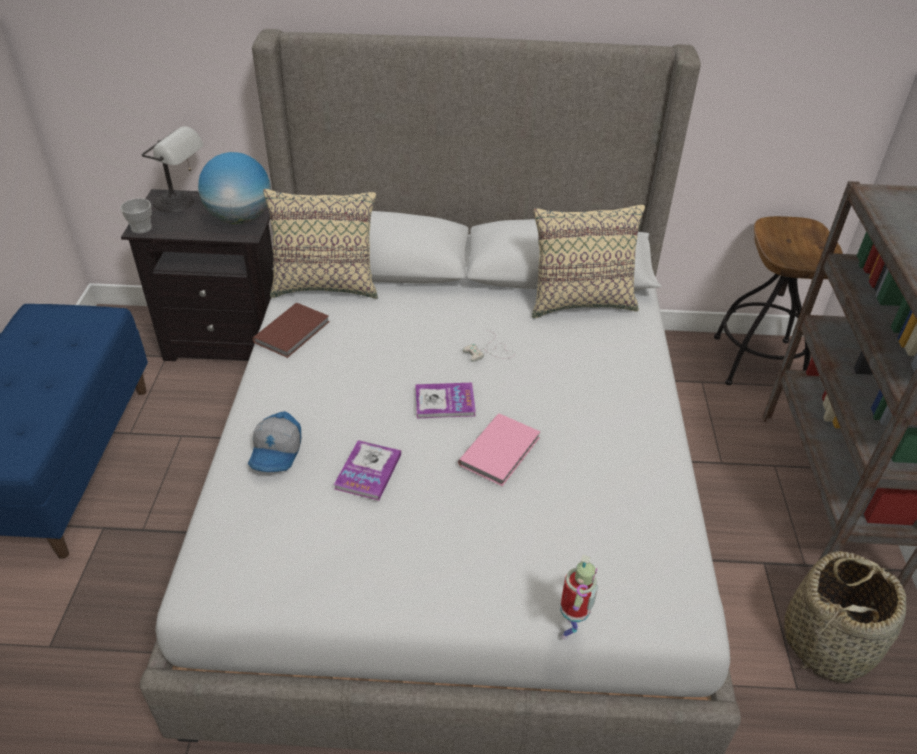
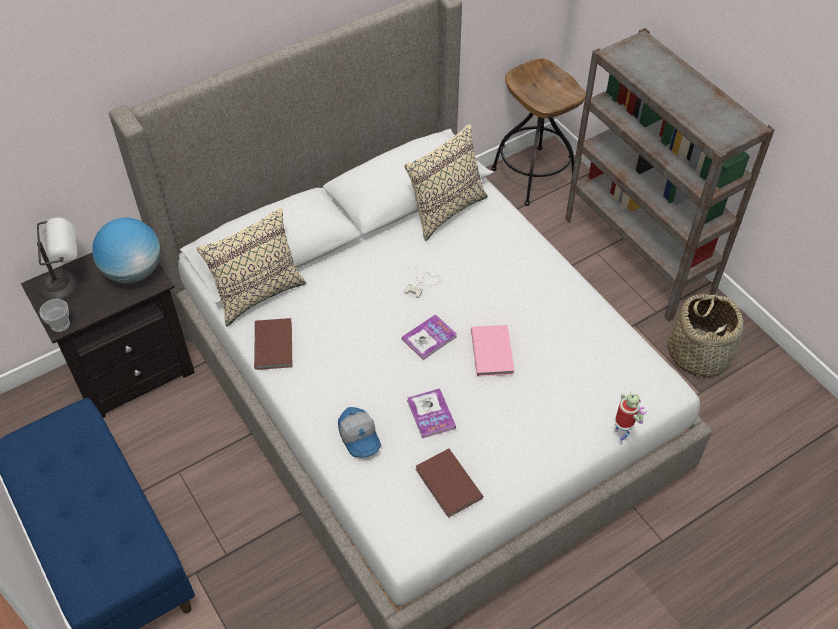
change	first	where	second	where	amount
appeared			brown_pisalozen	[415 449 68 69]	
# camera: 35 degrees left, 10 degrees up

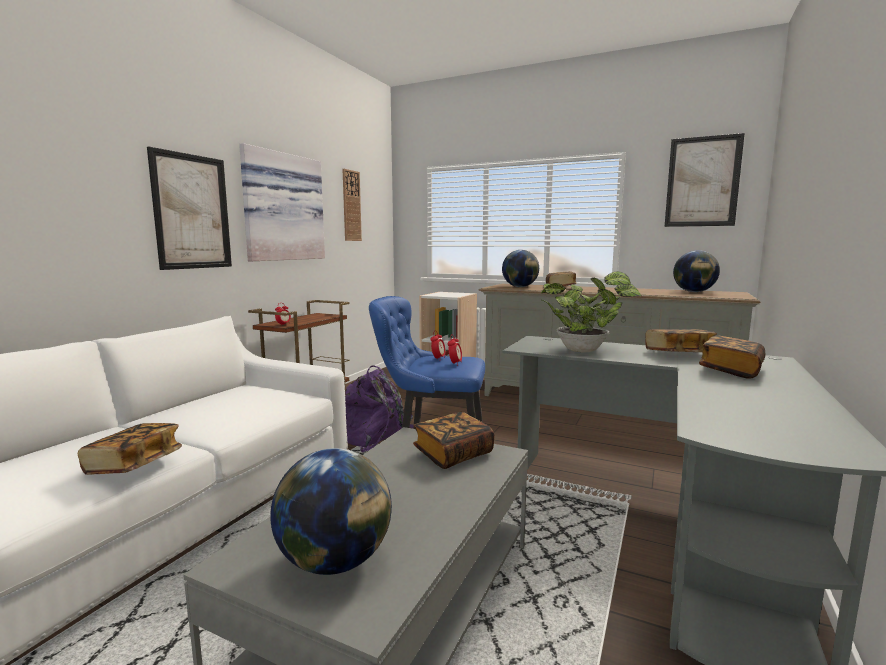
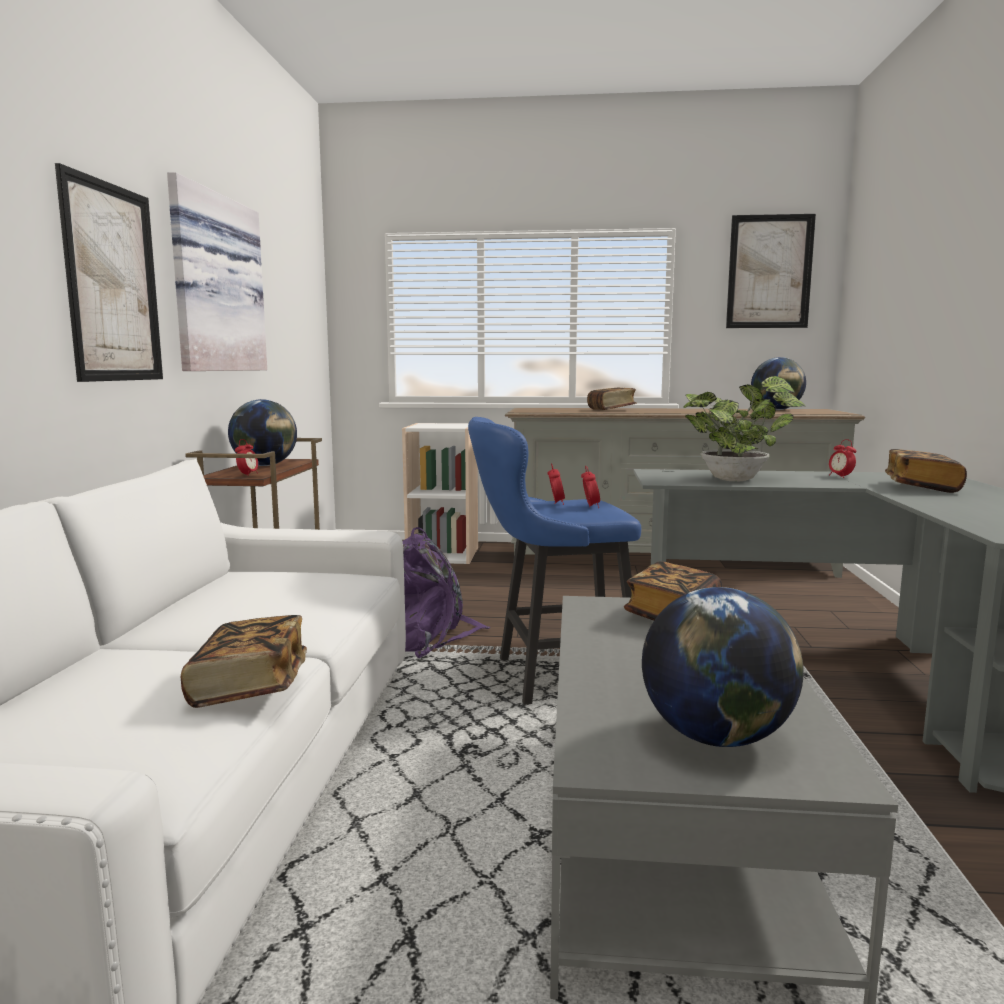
change	first	where	second	where	amount
relocated	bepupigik	[502 250 37 37]		[228 399 69 67]	
exchanged	pisalozen	[645 329 72 23]	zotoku	[829 439 28 39]	
missing	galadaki	[343 169 19 72]			
# camera: 20 degrees left, 0 degrees up

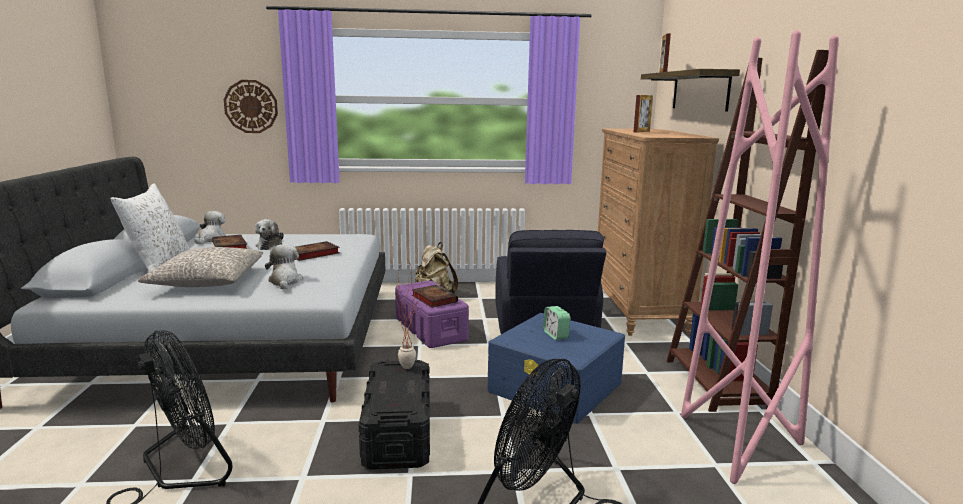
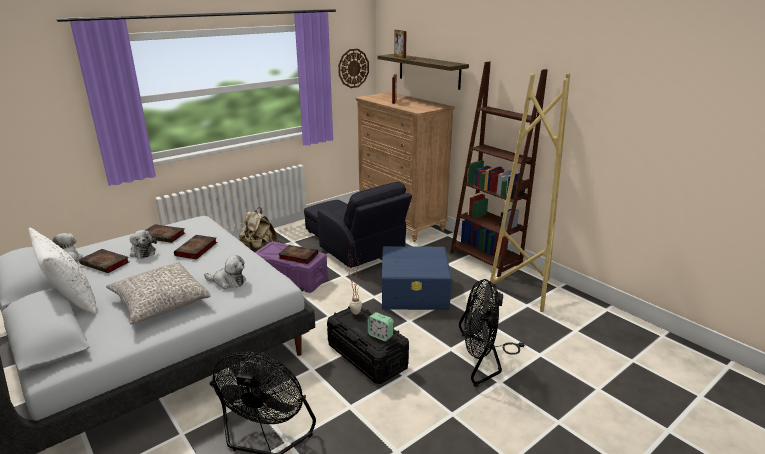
change	first	where	second	where	amount
appeared			pisalozen	[146 224 39 19]	
spun	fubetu	[265 244 38 46]		[204 255 42 34]	150 degrees clockwise
relocated	galadaki	[224 80 54 53]		[338 49 31 39]	
relocated	zotoku	[543 306 27 34]		[368 312 26 29]	
colour	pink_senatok	[681 30 158 454]	yellow_senatok	[490 72 80 240]	
# camera: 35 degrees left, 10 degrees up

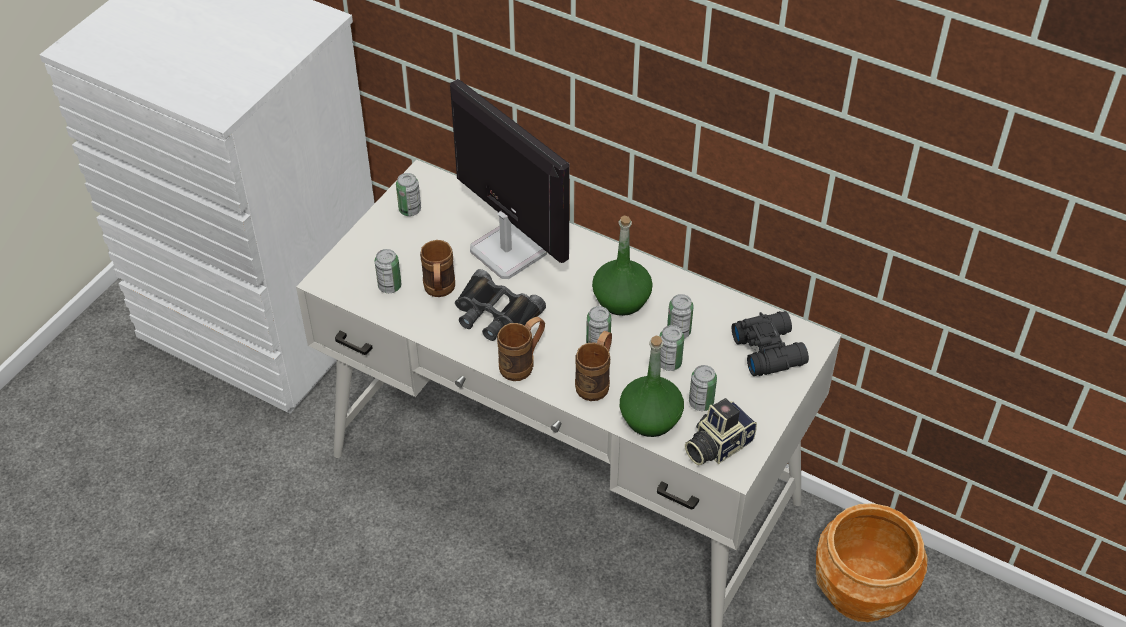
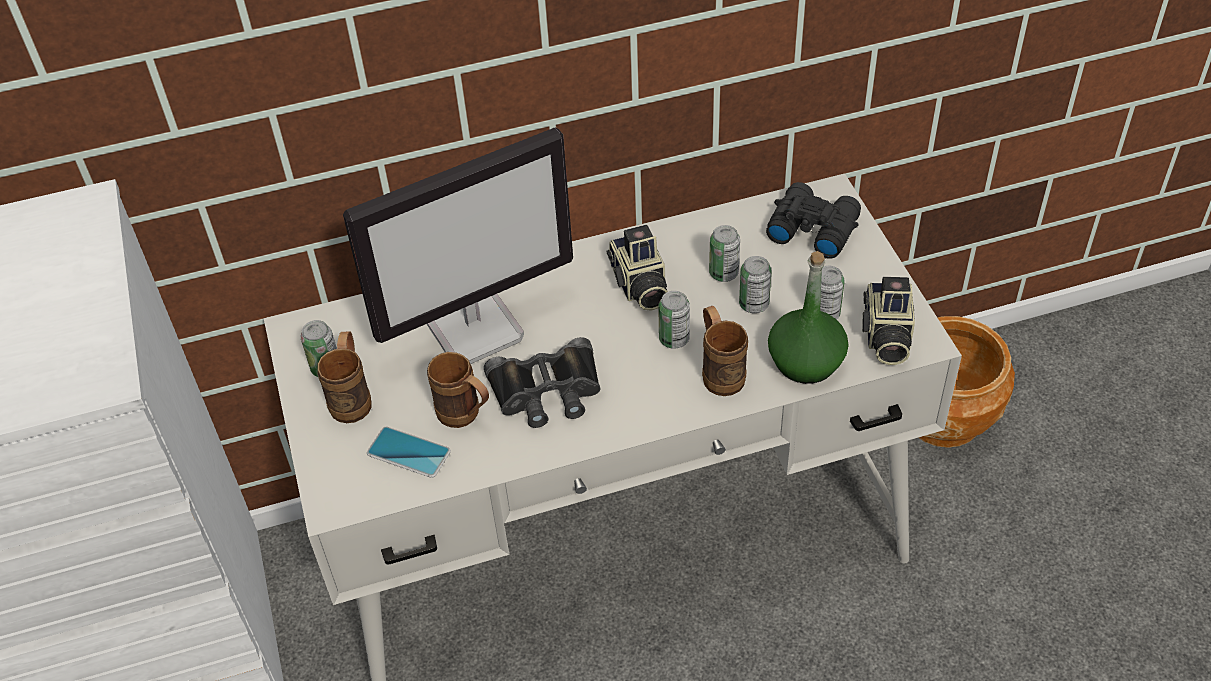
change	first	where	second	where	amount
relocated	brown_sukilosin	[497 317 48 64]		[317 331 55 92]	
spun	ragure	[450 79 120 200]		[343 128 230 236]	150 degrees clockwise
exchanged	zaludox	[375 249 26 44]	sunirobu	[367 427 84 51]	
exchanged	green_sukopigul	[592 215 61 101]	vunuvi	[607 225 61 86]	
# camera: 45 degrees left, 0 degrees up

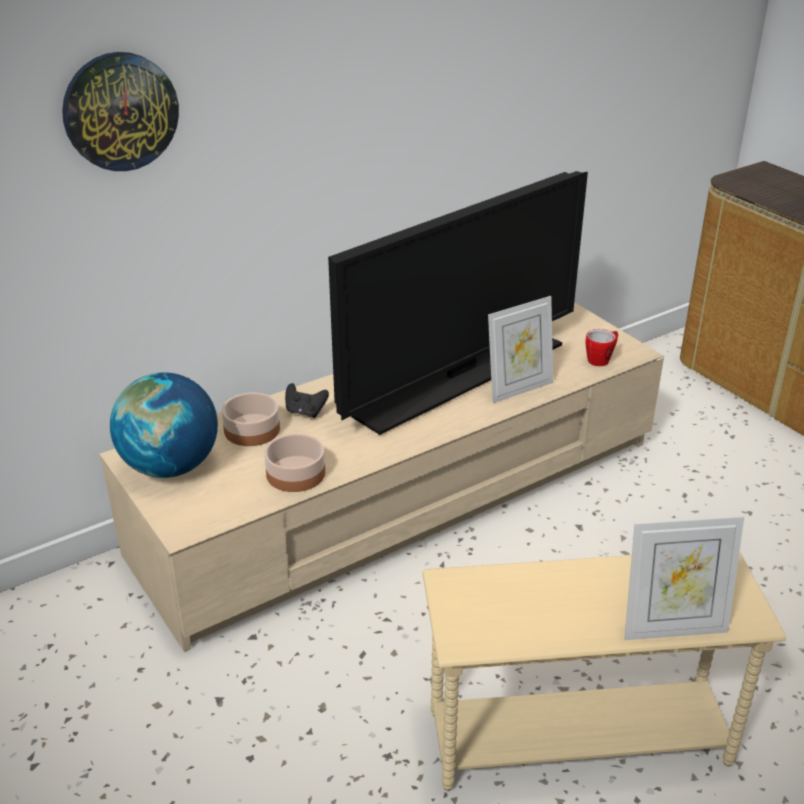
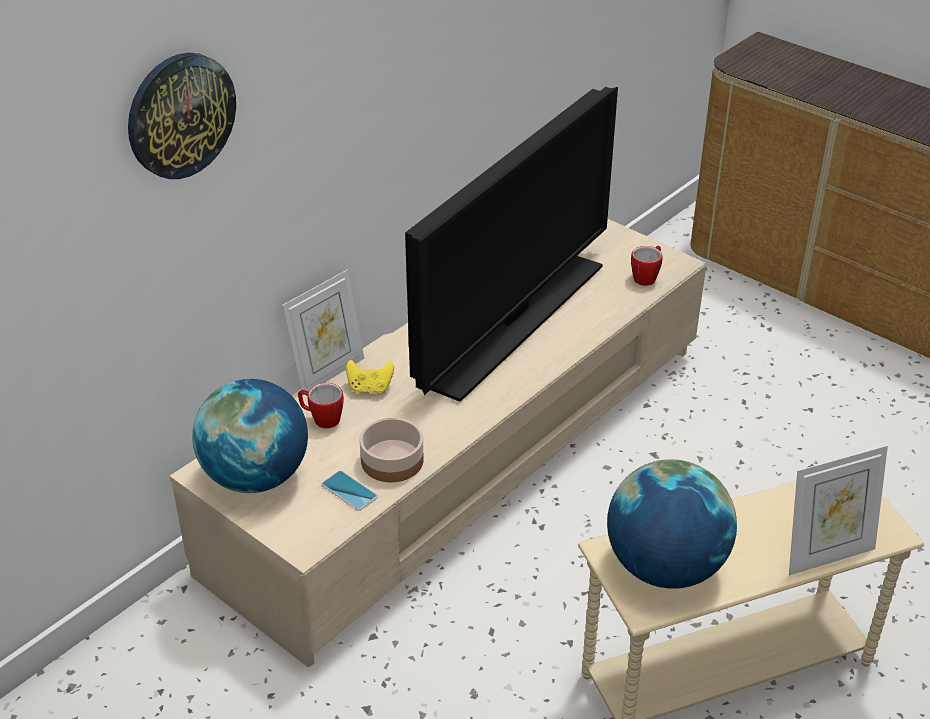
change	first	where	second	where	amount
relocated	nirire	[488 296 65 107]		[282 270 82 126]	
exchanged	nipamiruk	[222 393 58 53]	sukilosin	[298 383 46 45]	
appeared			sunirobu	[321 471 57 40]	
colour	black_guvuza	[285 383 44 35]	yellow_guvuza	[346 360 48 34]	
appeared			bepupigik	[607 459 130 130]	
# camera: 15 degrees left, 5 degrees up

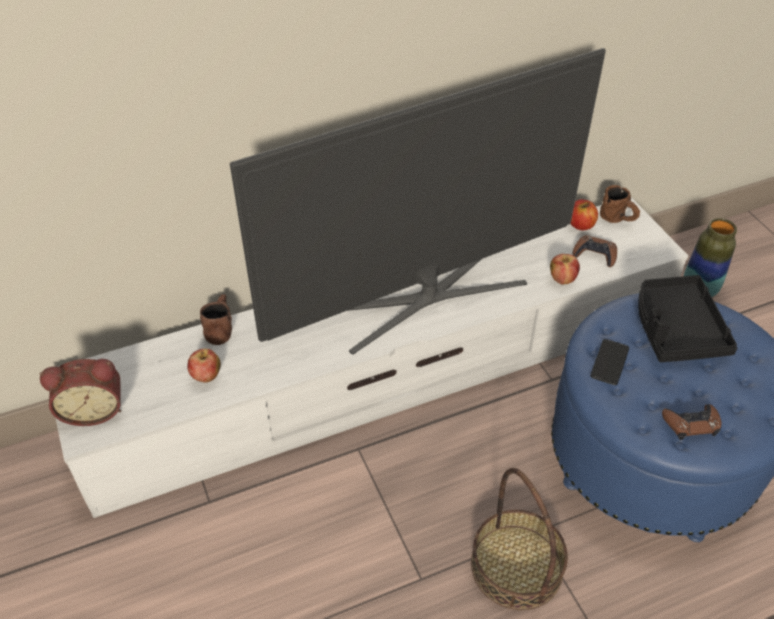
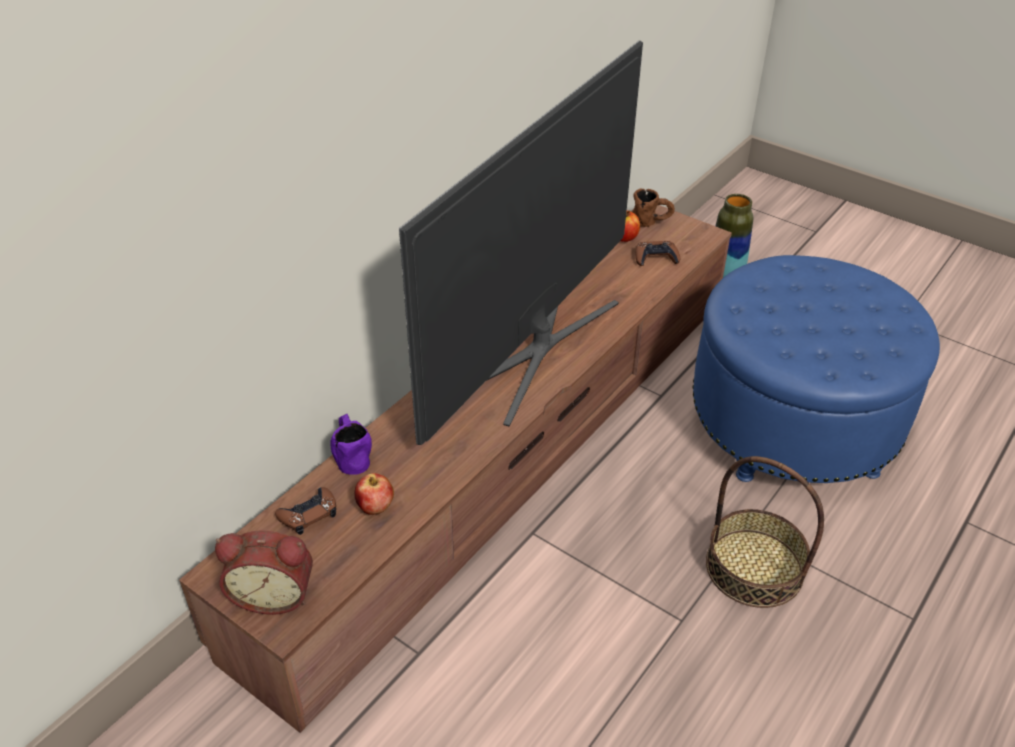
change	first	where	second	where	amount
colour	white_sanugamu	[56 197 632 321]	brown_sanugamu	[179 205 553 528]	
spun	zotoku	[39 359 82 67]		[215 530 98 85]	45 degrees clockwise
relocated	brown_guvuza	[662 404 59 36]		[275 487 61 48]	
colour	brown_sukilosin	[200 294 32 51]	purple_sukilosin	[330 414 42 61]	
missing	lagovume	[550 254 30 30]			
missing	sunirobu	[590 339 39 46]			
missing	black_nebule	[638 275 100 87]			
# camera: 30 degrees left, 5 degrees down

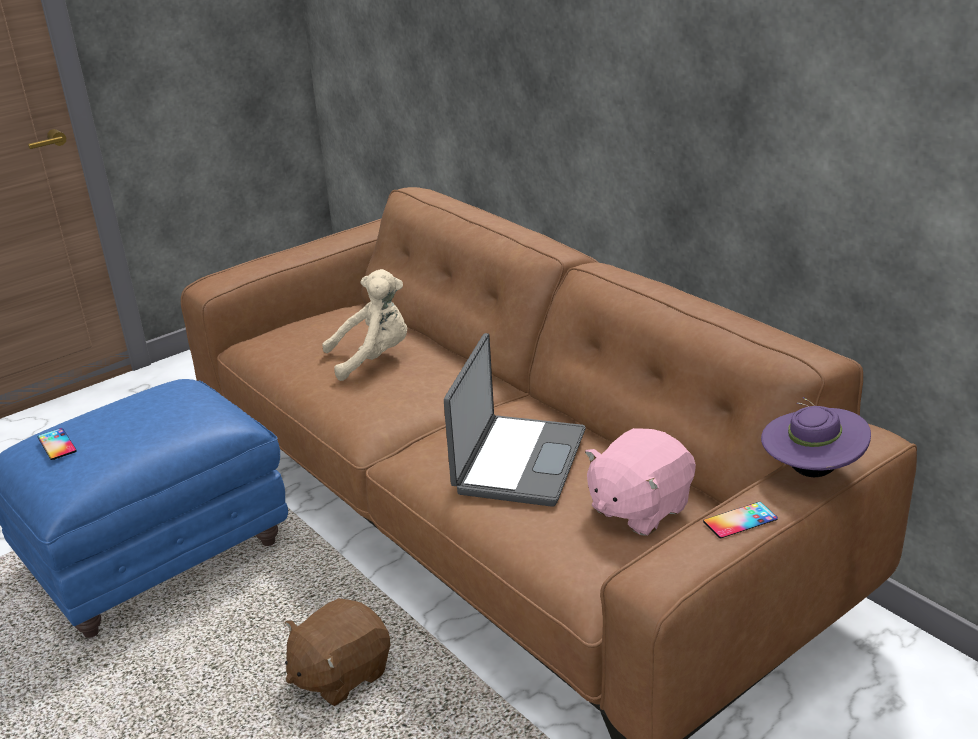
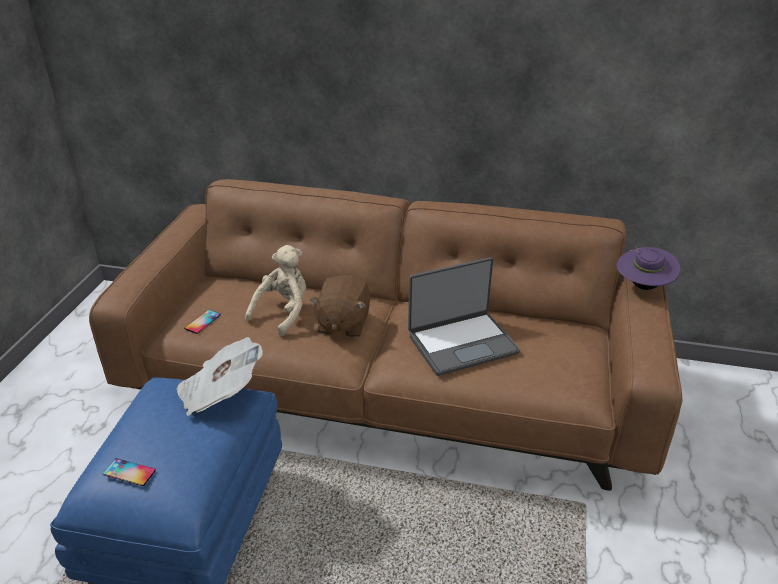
change	first	where	second	where	amount
appeared			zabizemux	[176 337 87 79]	
relocated	sunirobu	[703 502 75 36]		[184 309 37 25]	
relocated	brown_fubetu	[285 598 105 108]		[310 275 60 63]	
spun	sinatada	[444 333 142 174]		[408 257 112 119]	90 degrees clockwise
missing	pink_fubetu	[585 428 111 108]			
# camera: 40 degrees left, 5 degrees up

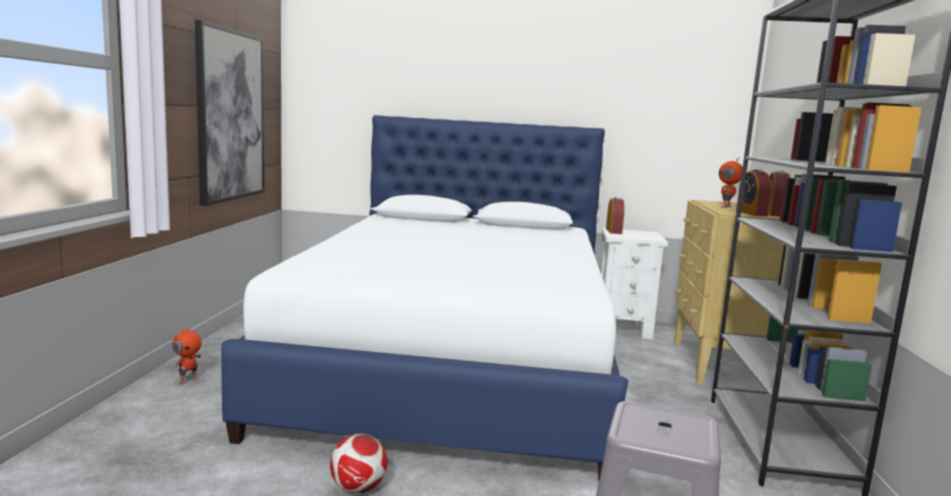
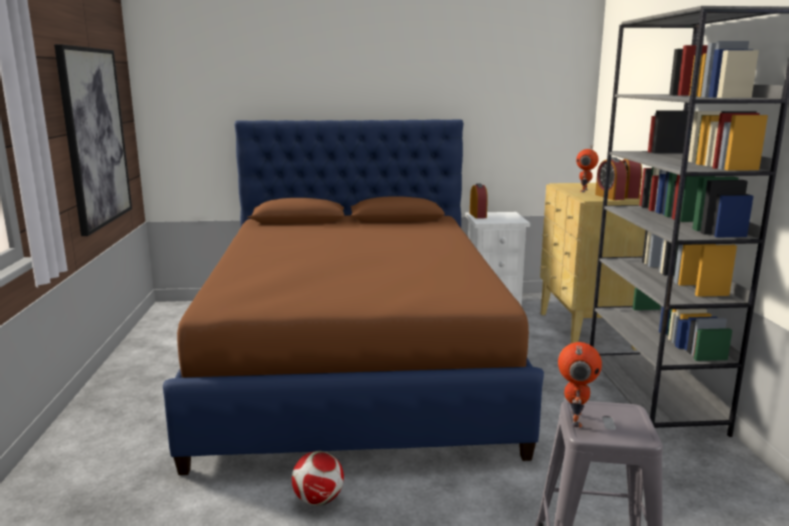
change	first	where	second	where	amount
colour	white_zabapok	[221 115 407 365]	brown_zabapok	[163 119 381 356]	
relocated	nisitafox	[172 330 30 55]		[558 342 44 85]	
# camera: 10 degrees left, 5 degrees up

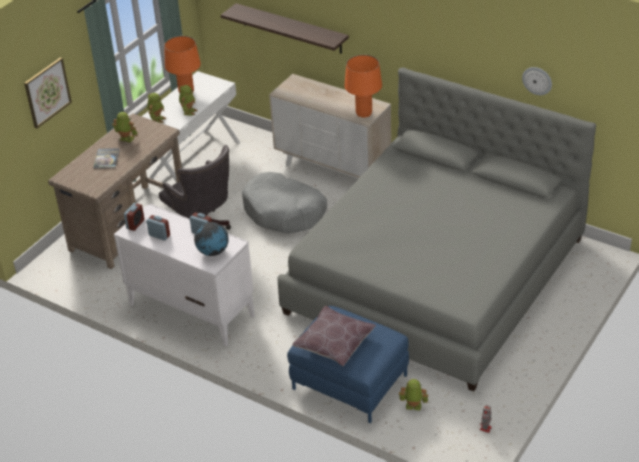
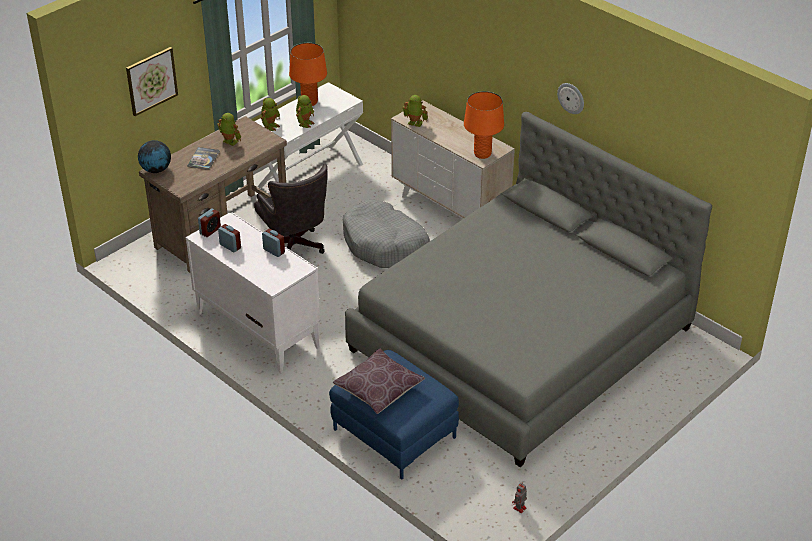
change	first	where	second	where	amount
relocated	bepupigik	[194 222 35 34]		[138 140 33 33]	
relocated	nisitafox	[399 379 29 31]		[402 95 26 32]	
relocated	galadaki	[522 67 30 28]		[557 83 27 31]	
missing	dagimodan	[221 3 128 51]			
# camera: 10 degrees right, 0 degrees up

